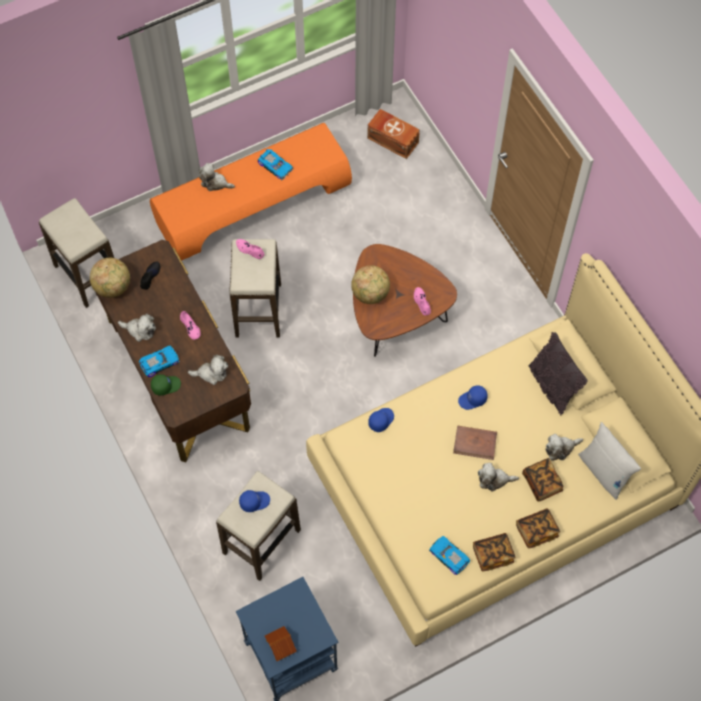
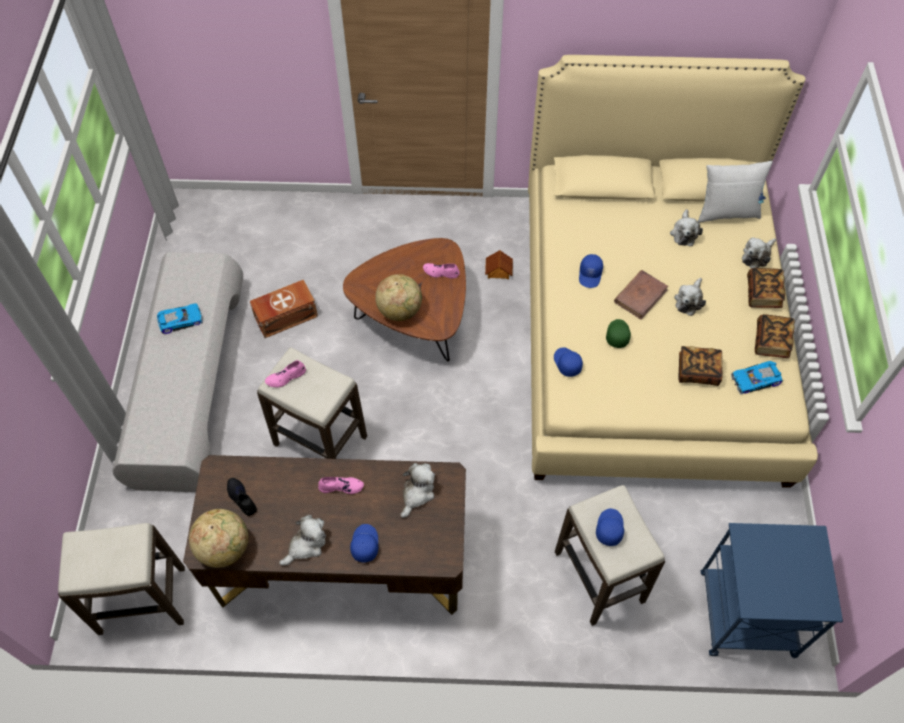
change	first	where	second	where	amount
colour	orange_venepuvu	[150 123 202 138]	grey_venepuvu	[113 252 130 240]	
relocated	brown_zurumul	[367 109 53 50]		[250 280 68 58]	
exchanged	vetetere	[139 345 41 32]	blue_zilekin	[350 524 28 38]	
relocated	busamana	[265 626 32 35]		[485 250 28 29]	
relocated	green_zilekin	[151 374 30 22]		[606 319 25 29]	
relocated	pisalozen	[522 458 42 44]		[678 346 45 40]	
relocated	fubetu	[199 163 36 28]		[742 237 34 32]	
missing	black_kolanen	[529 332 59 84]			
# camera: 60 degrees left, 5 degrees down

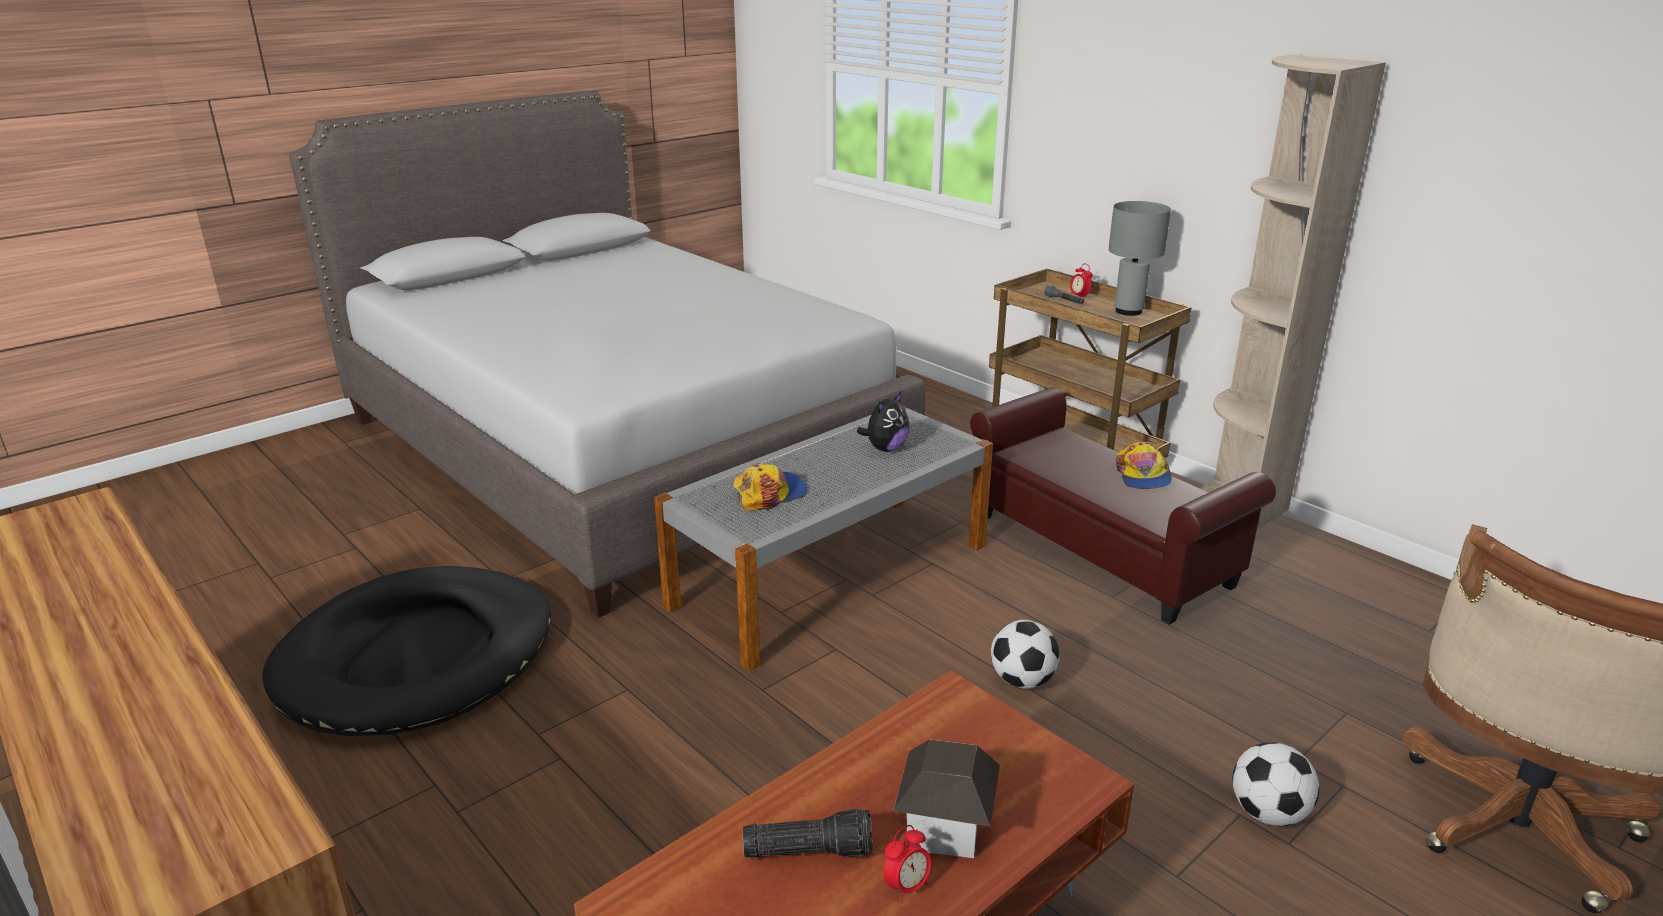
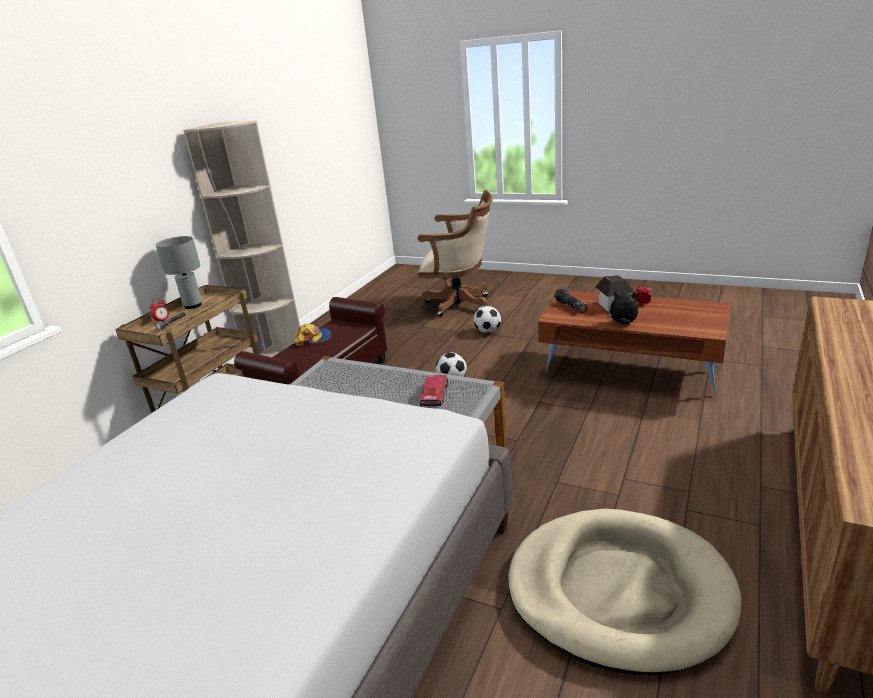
change	first	where	second	where	amount
exchanged	zilekin	[733 463 75 48]	vetetere	[420 375 28 31]	
colour	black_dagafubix	[262 566 289 170]	beige_dagafubix	[508 509 234 166]	
relocated	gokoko	[743 809 130 49]		[554 288 33 25]	
relocated	fubetu	[857 392 52 60]		[607 291 31 33]	
# camera: 110 degrees left, 0 degrees up

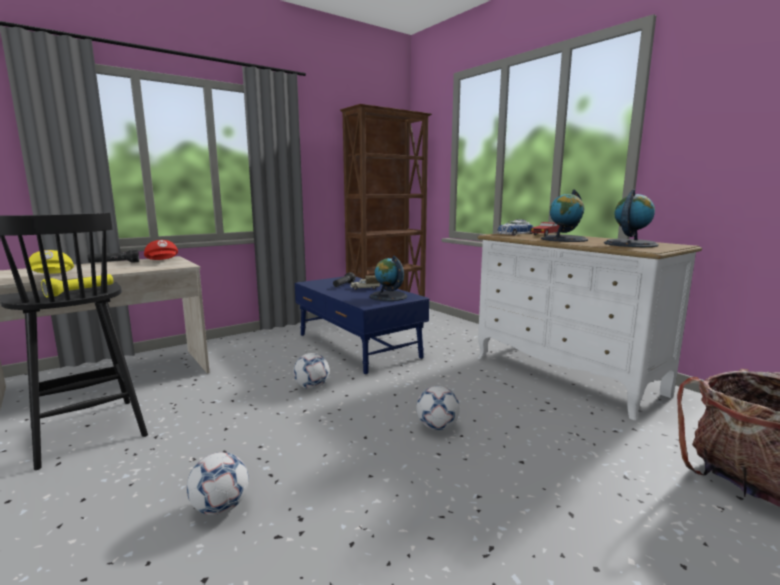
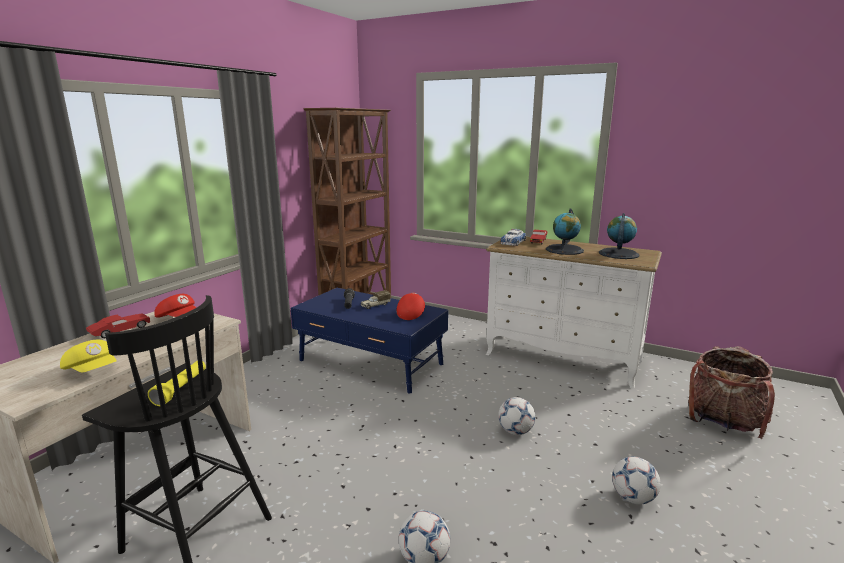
change	first	where	second	where	amount
exchanged	black_gokoko	[87 249 52 14]	red_vetetere	[86 314 65 24]	
exchanged	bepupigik	[369 256 39 45]	red_zilekin	[397 293 28 27]	
relocated	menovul	[293 353 36 36]		[612 457 49 47]	
# camera: 25 degrees left, 5 degrees up

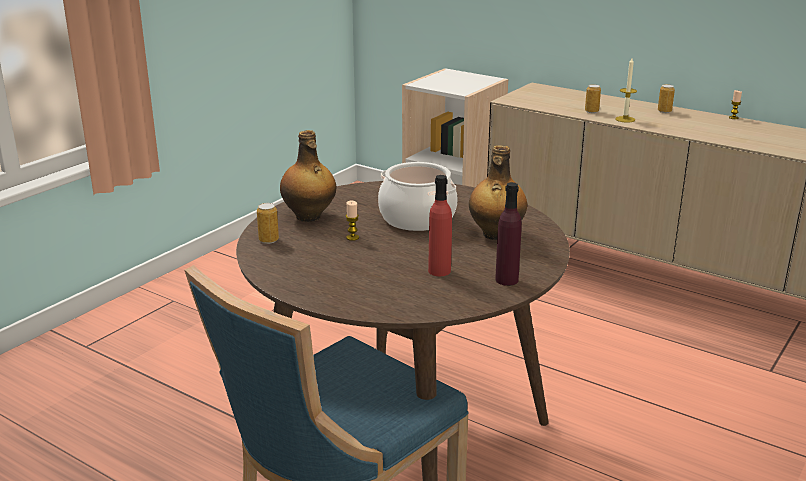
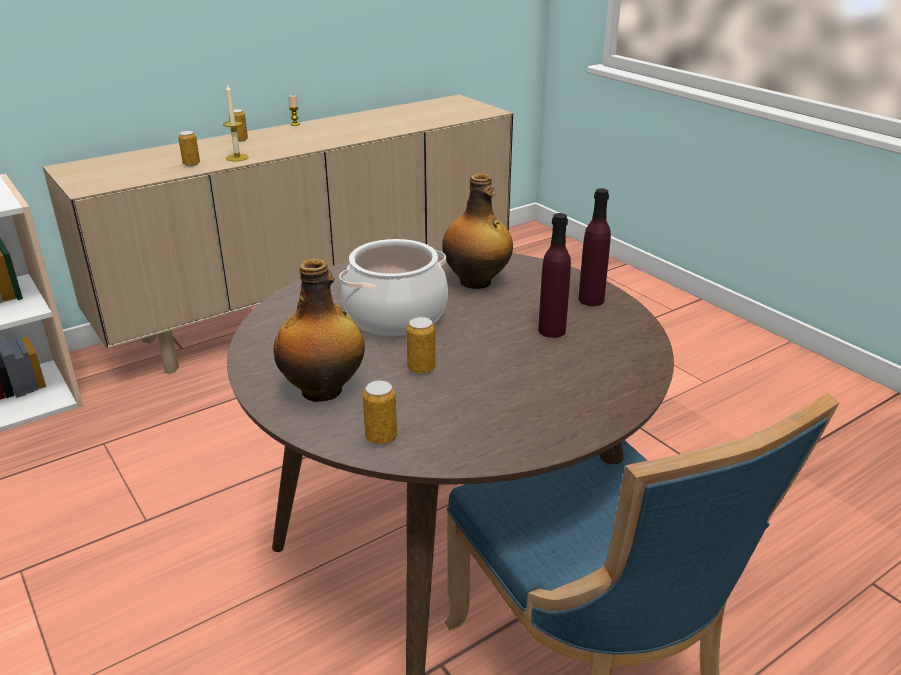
change	first	where	second	where	amount
exchanged	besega	[346 201 13 40]	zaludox	[406 317 30 57]	
colour	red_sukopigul	[428 175 24 101]	purple_sukopigul	[538 213 33 125]	
# camera: 70 degrees left, 5 degrees up

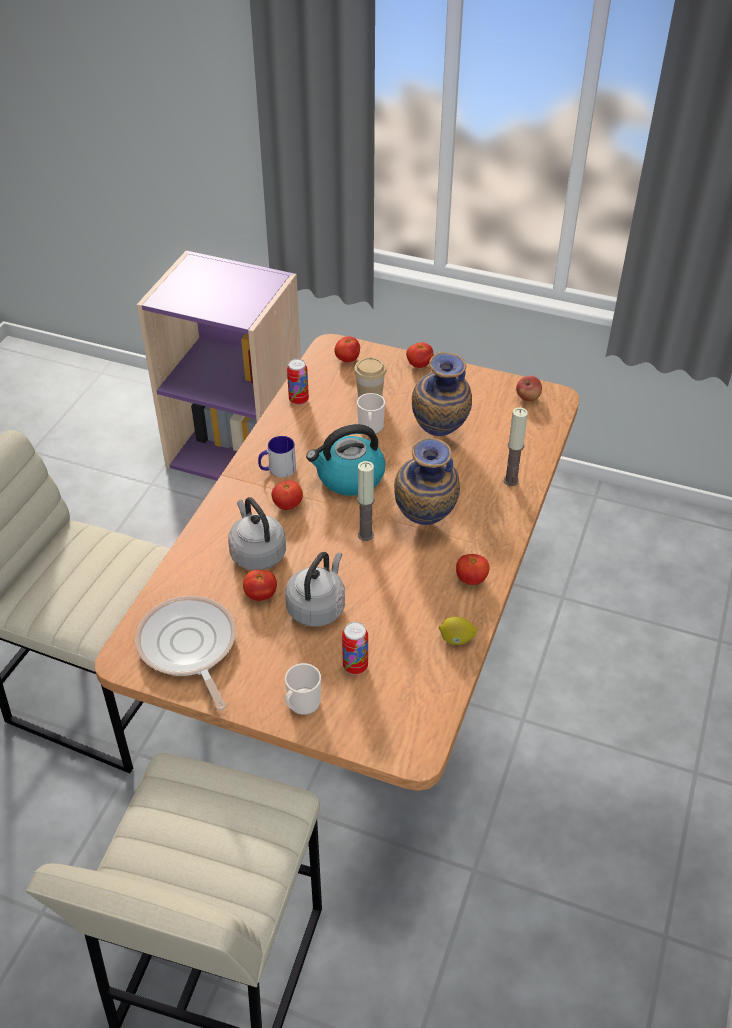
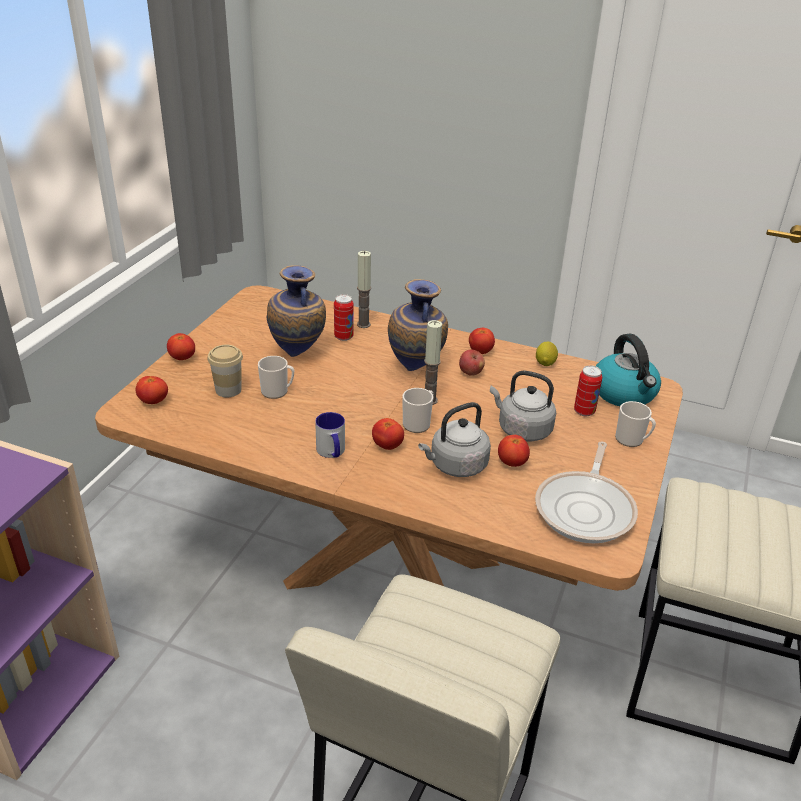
change	first	where	second	where	amount
relocated	zaludox	[287 359 22 46]		[334 294 20 47]	
appeared			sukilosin	[402 388 32 45]	
relocated	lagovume	[516 376 26 25]		[459 349 26 27]	
spun	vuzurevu	[135 596 101 114]		[535 441 103 102]	45 degrees counterclockwise
relocated	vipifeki	[306 424 80 72]		[596 334 65 72]	
# camera: 90 degrees left, 10 degrees down

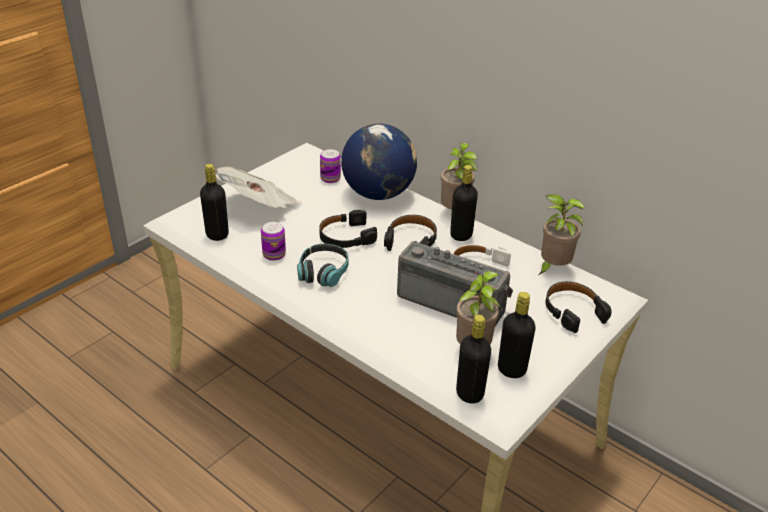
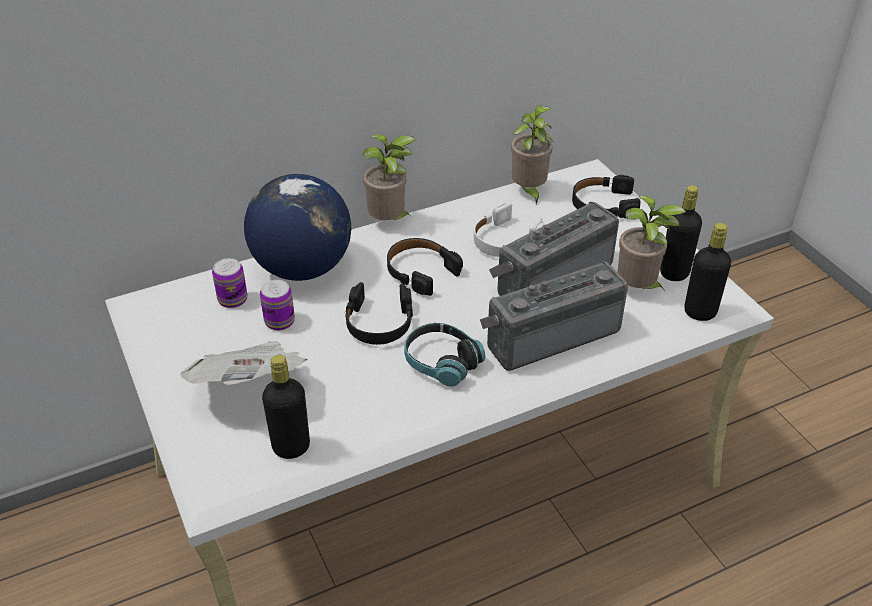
change	first	where	second	where	amount
relocated	zaludox	[261 222 25 39]		[260 280 35 51]	
appeared			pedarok	[480 261 148 110]	
missing	black_sukopigul	[450 165 28 76]			
# camera: 65 degrees left, 5 degrees up

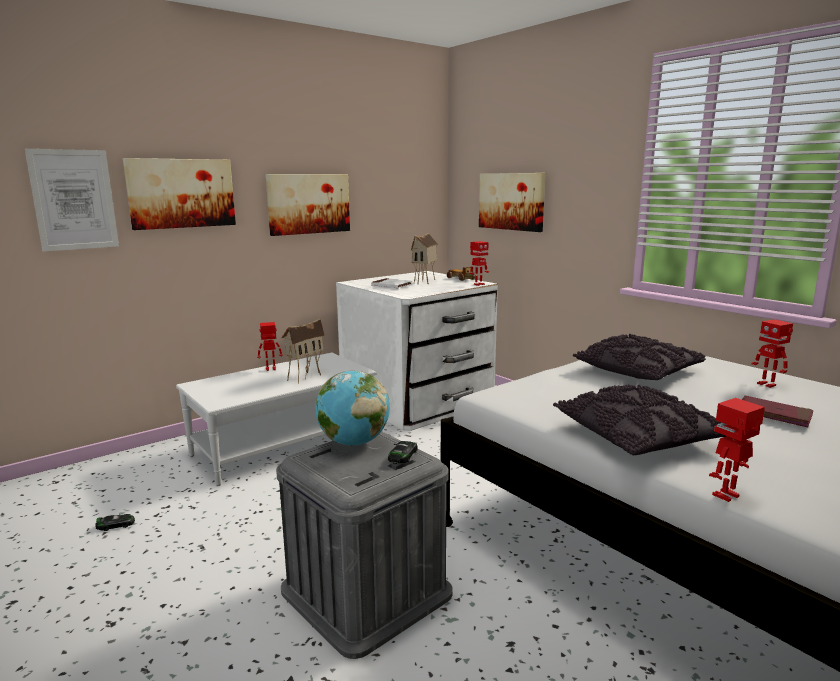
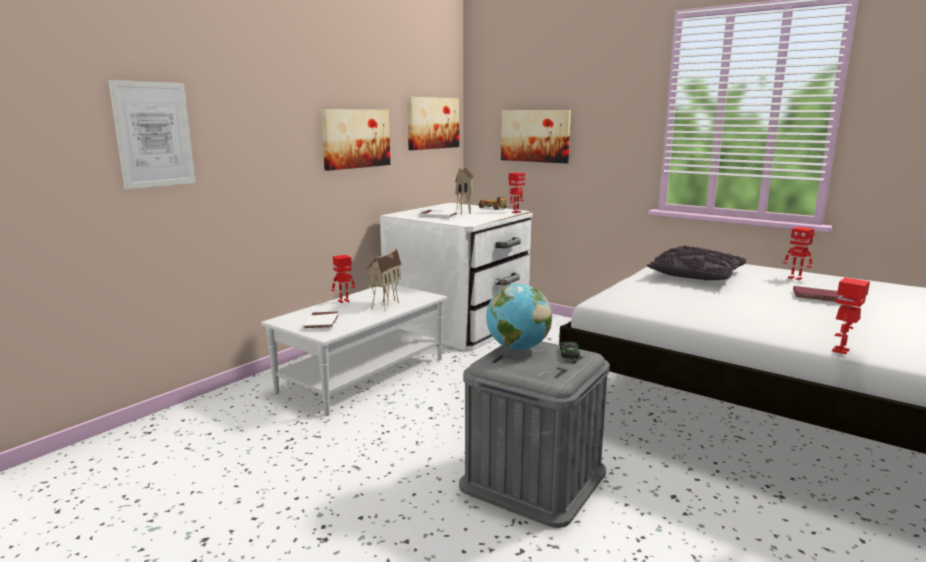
change	first	where	second	where	amount
appeared			white_pisalozen	[303 312 37 17]	
relocated	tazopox	[123 158 113 72]		[407 97 52 53]	
missing	vetetere	[95 514 40 17]			
missing	black_kolanen	[553 384 173 71]			
# camera: 15 degrees left, 0 degrees up

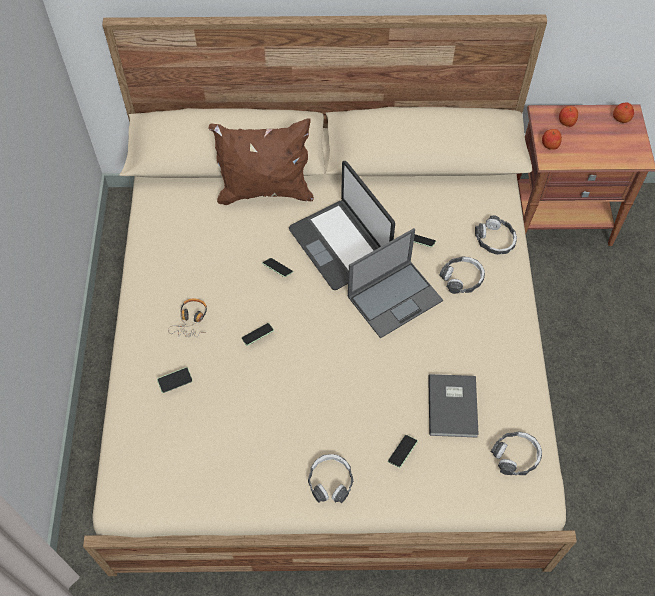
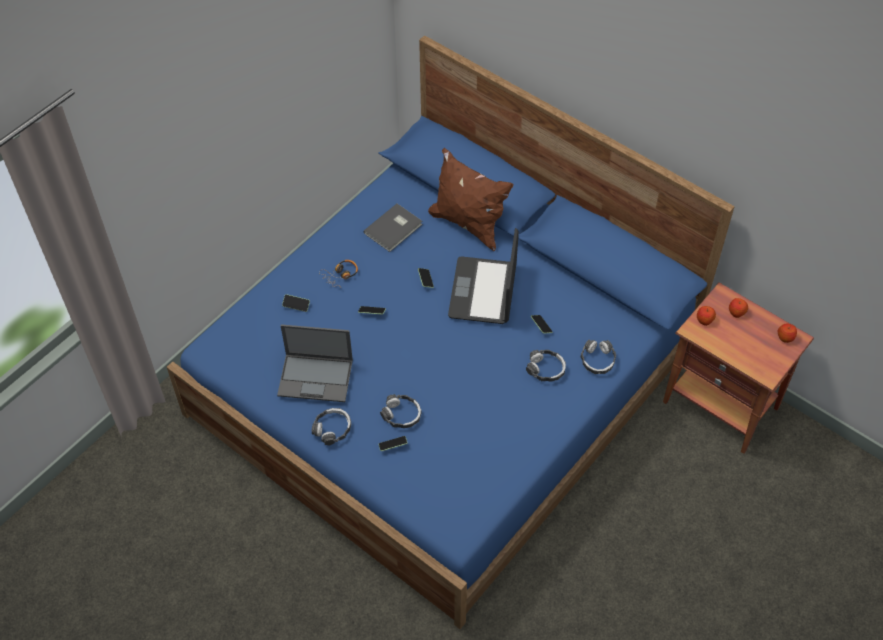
change	first	where	second	where	amount
colour	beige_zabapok	[83 14 494 562]	blue_zabapok	[167 35 567 594]	
relocated	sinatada	[348 228 95 111]		[277 324 76 78]	
relocated	grey_pisalozen	[428 374 51 64]		[364 204 59 48]	
relocated	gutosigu	[491 431 51 44]		[380 394 42 34]	
# camera: 40 degrees right, 5 degrees down

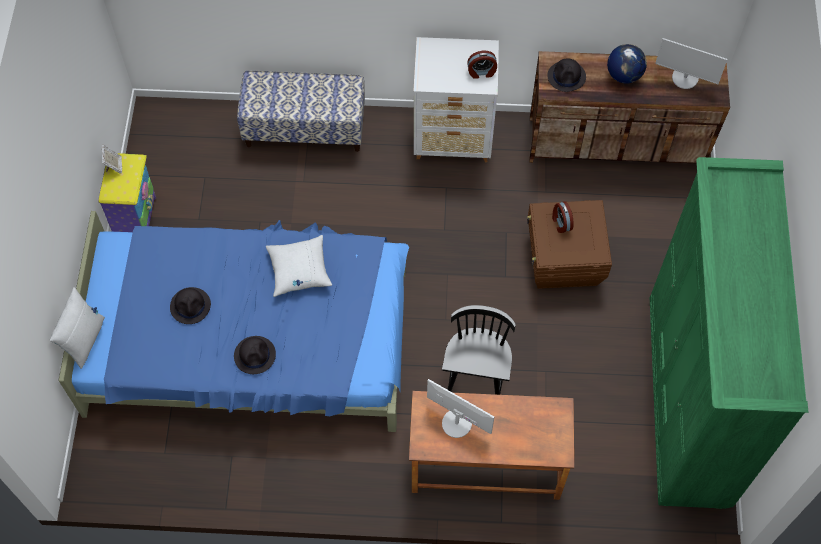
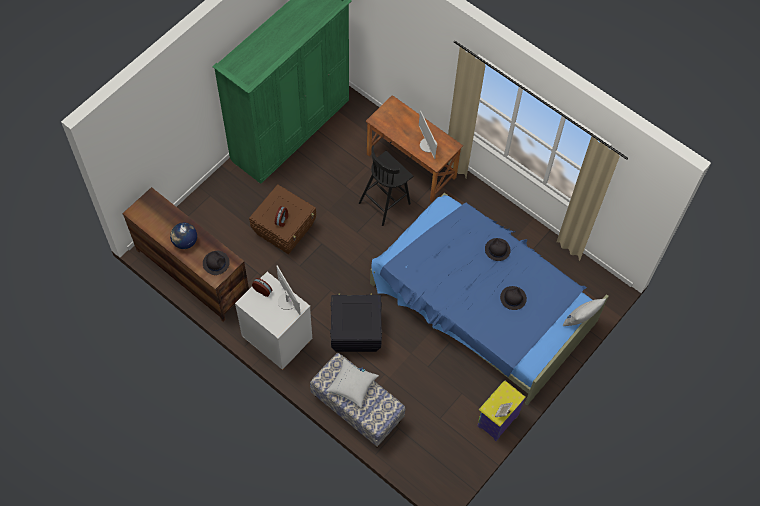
change	first	where	second	where	amount
relocated	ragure	[655 38 73 51]		[277 266 24 49]	
relocated	grey_kolanen	[266 235 66 62]		[326 359 53 49]	
appeared			black_zurumul	[330 293 52 59]	
# camera: 145 degrees left, 0 degrees up

